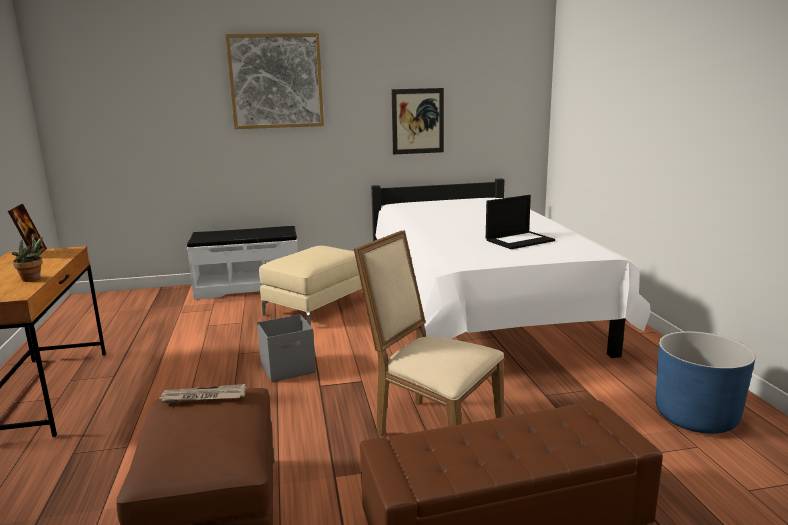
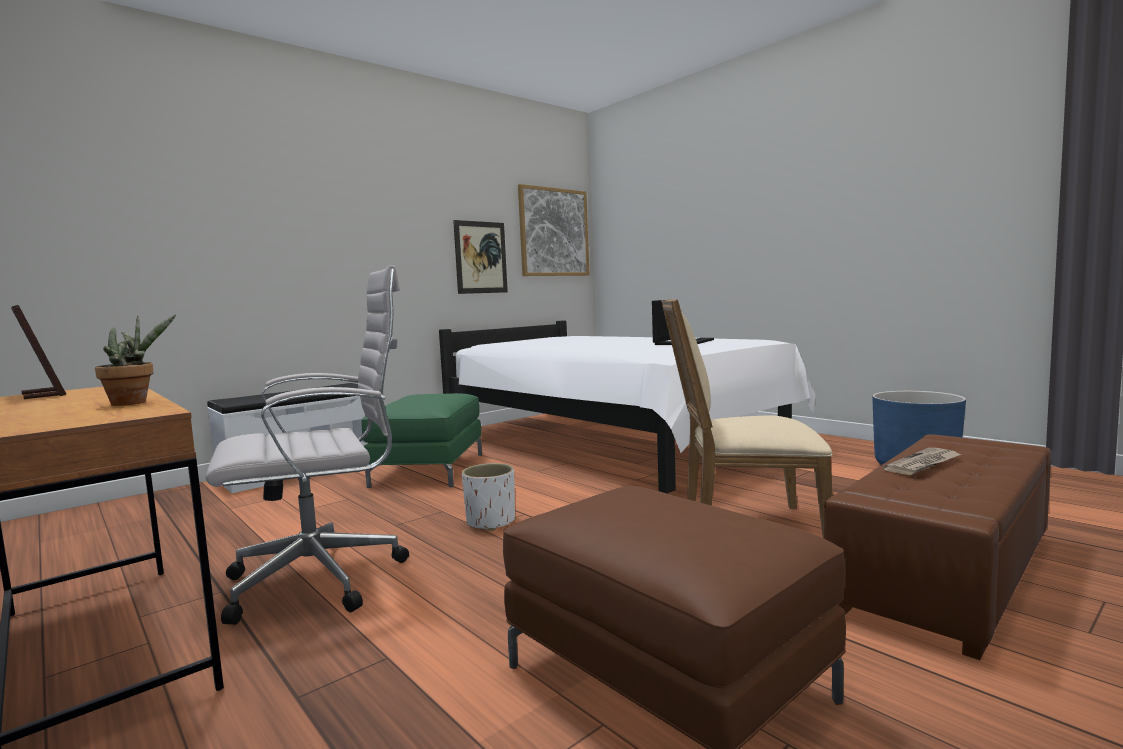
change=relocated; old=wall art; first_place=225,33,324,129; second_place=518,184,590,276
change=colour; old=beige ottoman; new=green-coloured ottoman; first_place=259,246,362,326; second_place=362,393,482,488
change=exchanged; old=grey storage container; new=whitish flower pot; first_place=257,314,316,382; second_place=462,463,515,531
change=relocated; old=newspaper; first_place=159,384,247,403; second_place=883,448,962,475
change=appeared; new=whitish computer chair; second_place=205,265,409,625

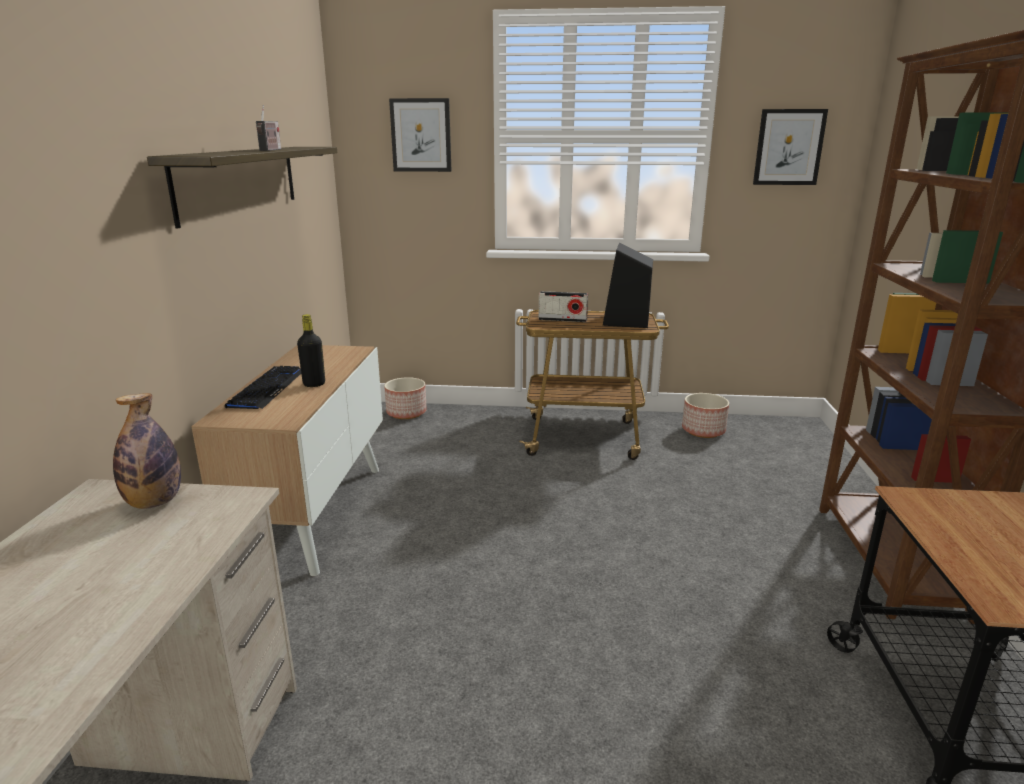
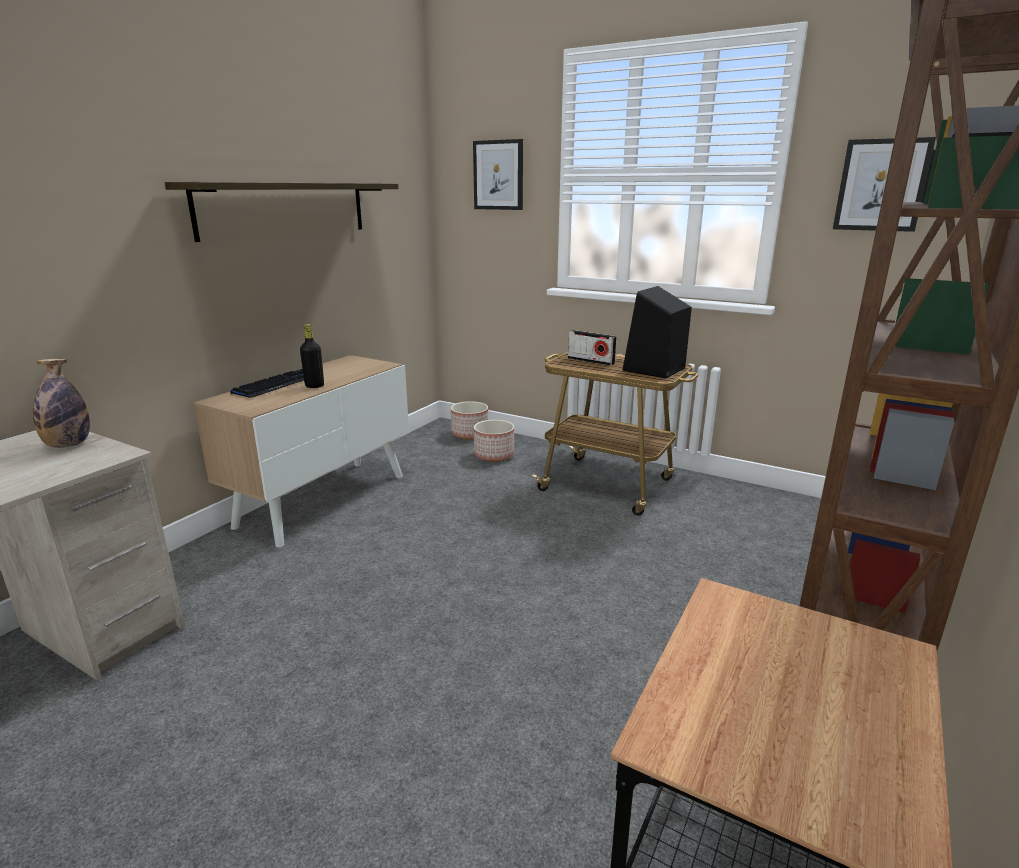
change=missing; old=radio set; first_place=256,105,281,151
change=relocated; old=flower pot; first_place=682,393,729,438; second_place=474,420,514,462

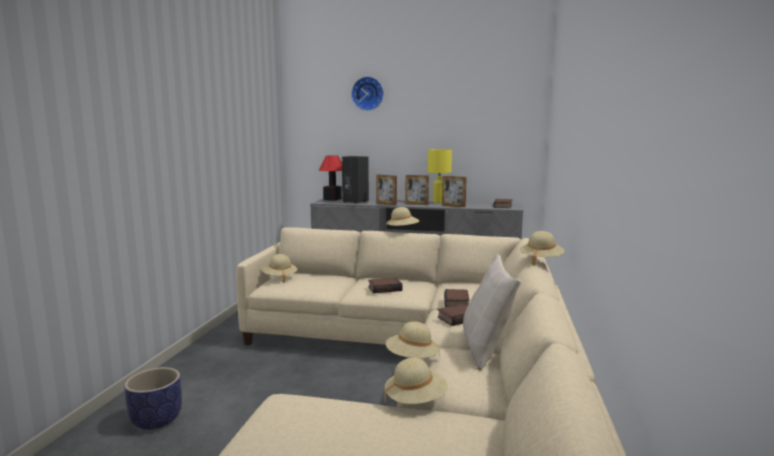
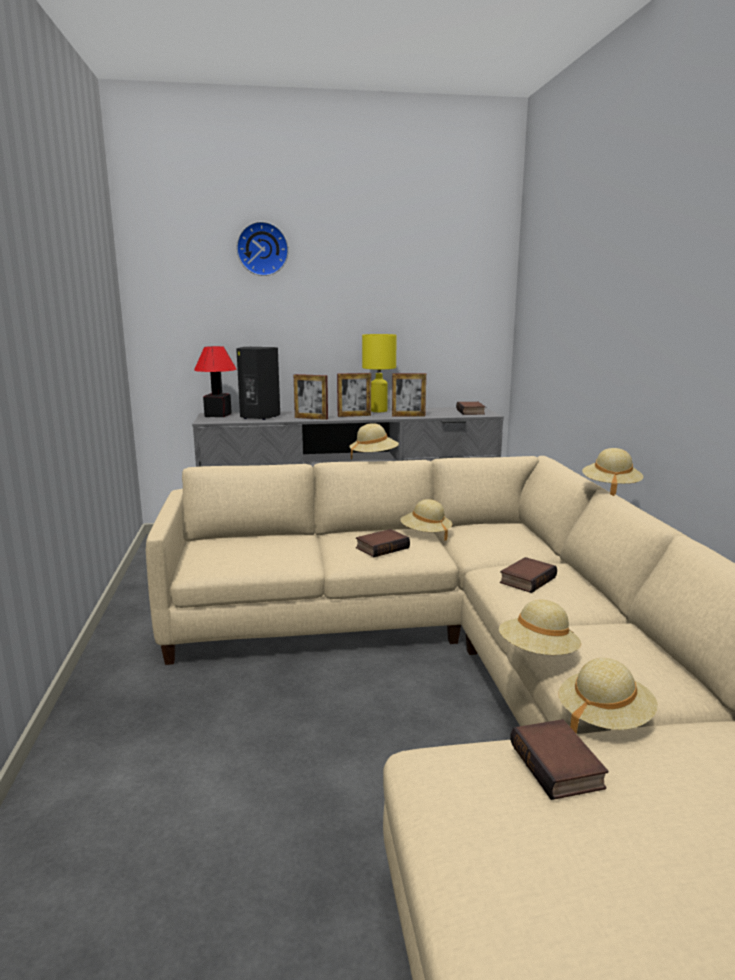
change=relocated; old=beige hat; first_place=262,254,298,283; second_place=400,499,452,541
change=missing; old=beige pillow; first_place=463,254,521,371
change=relocated; old=bound book; first_place=444,289,470,307; second_place=510,719,608,800
change=missing; old=flower pot; first_place=124,367,182,430

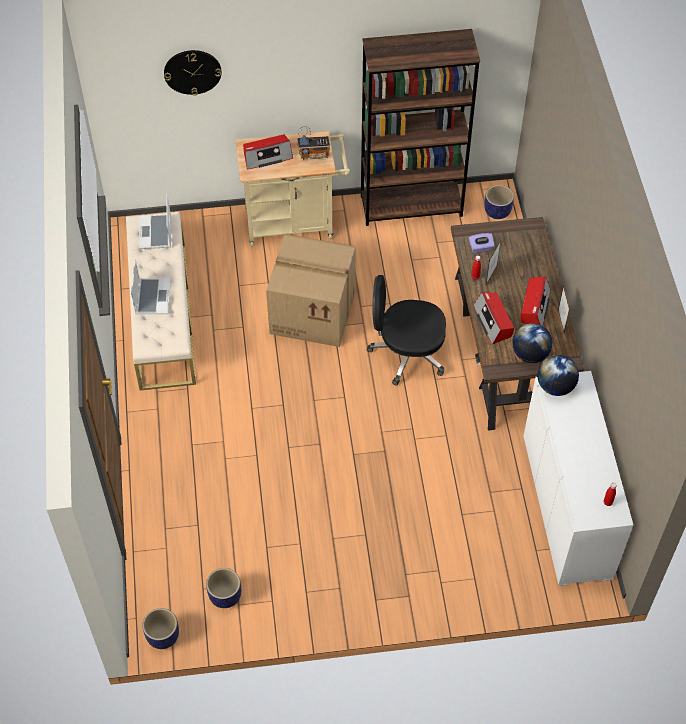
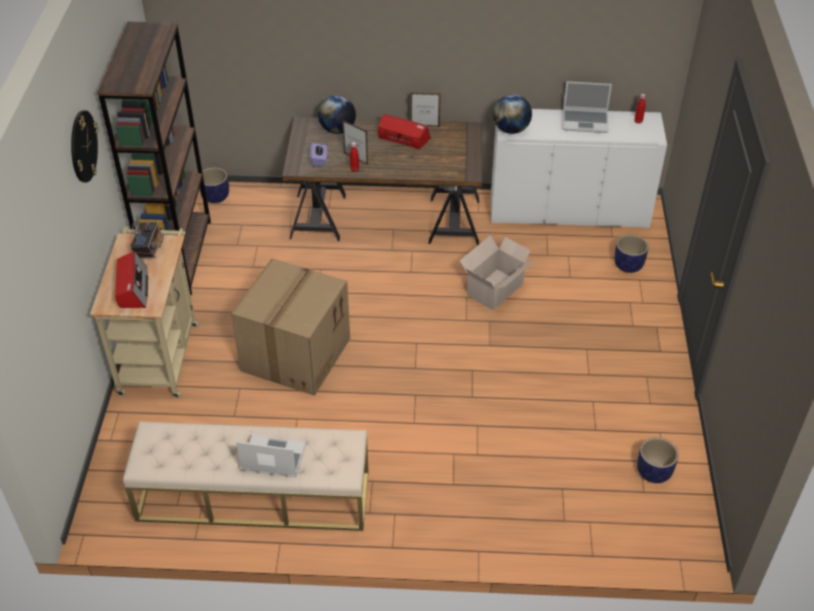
change=relocated; old=clock on the wall; first_place=164,50,222,96; second_place=71,110,98,182
change=relocated; old=notebook computer; first_place=139,194,171,249; second_place=563,81,612,133
change=missing; old=black computer chair; first_place=367,275,446,385
change=missing; old=radio set; first_place=473,292,514,345
change=relocated; old=world globe; first_place=512,323,552,363; second_place=318,95,356,134
change=relocated; old=flower pot; first_place=143,608,179,649; second_place=614,235,648,273
change=appeared; new=packing box; second_place=460,235,535,310

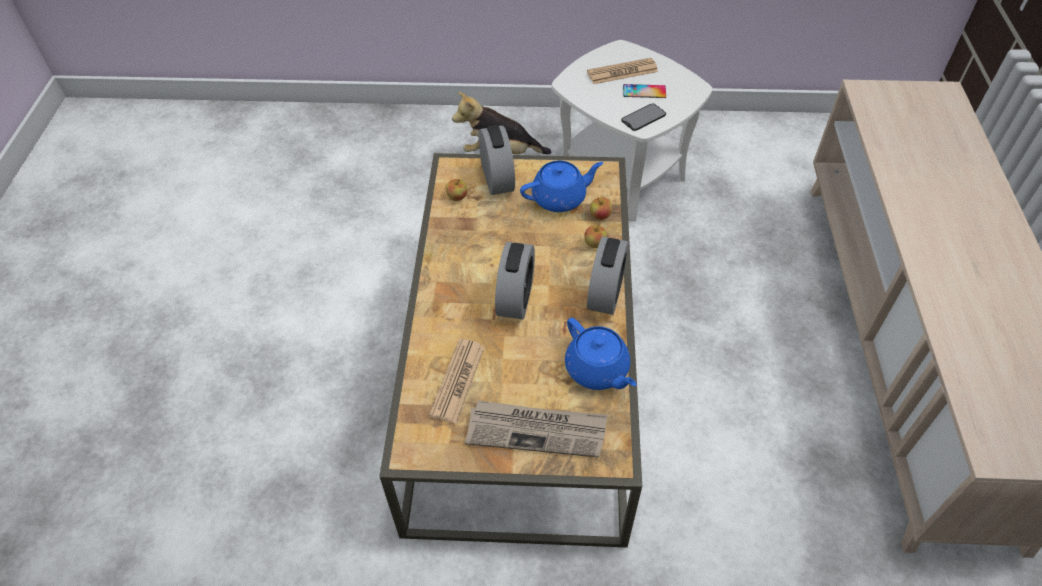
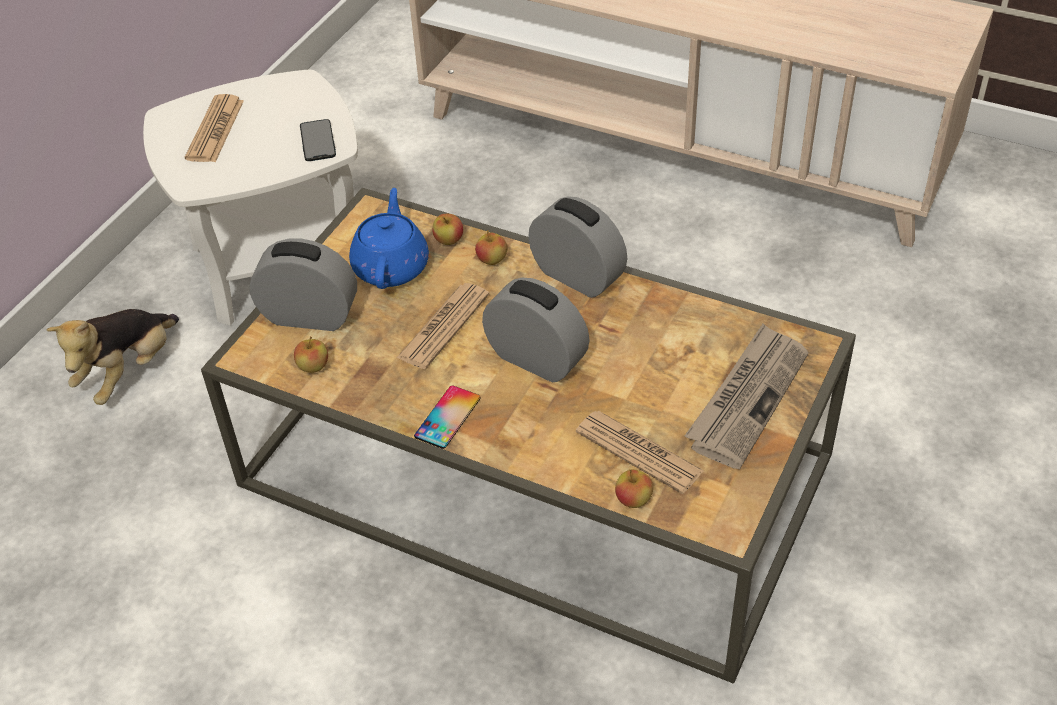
change=relocated; old=phone; first_place=623,84,666,98; second_place=414,385,481,449
change=missing; old=blue pot for tea; first_place=565,318,636,390
change=appeared; new=newspaper; second_place=397,283,489,369
change=appeared; new=apple fruit; second_place=615,469,653,508

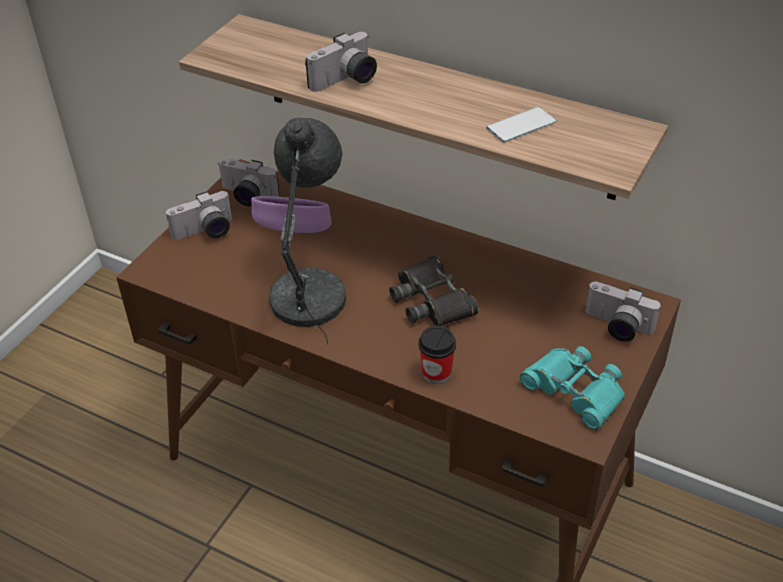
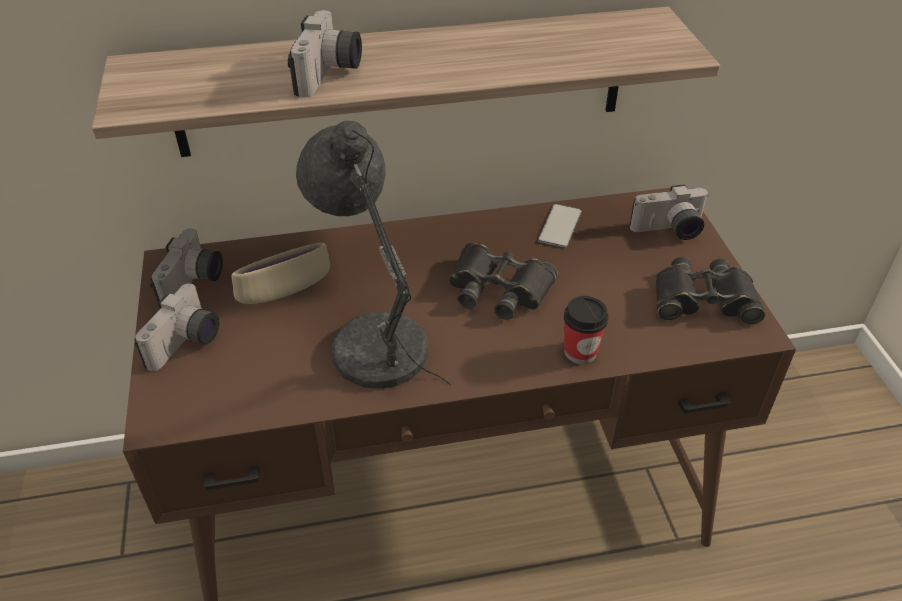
change=relocated; old=phone; first_place=486,107,557,142; second_place=538,204,581,248
change=spun; old=still camera; first_place=217,158,279,206; second_place=150,228,223,302; degrees=-60
change=colour; old=purple-coloured serving bowl; new=beige serving bowl; first_place=251,196,331,233; second_place=231,243,330,304
change=colour; old=turquoise field glasses; new=black field glasses; first_place=520,346,625,430; second_place=655,257,765,324

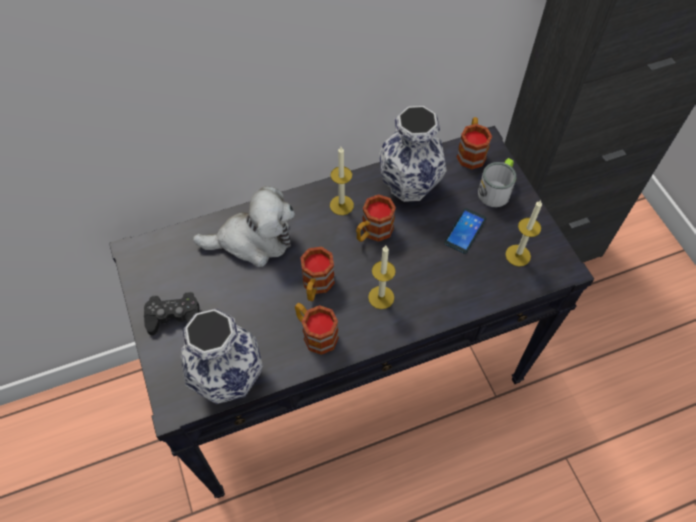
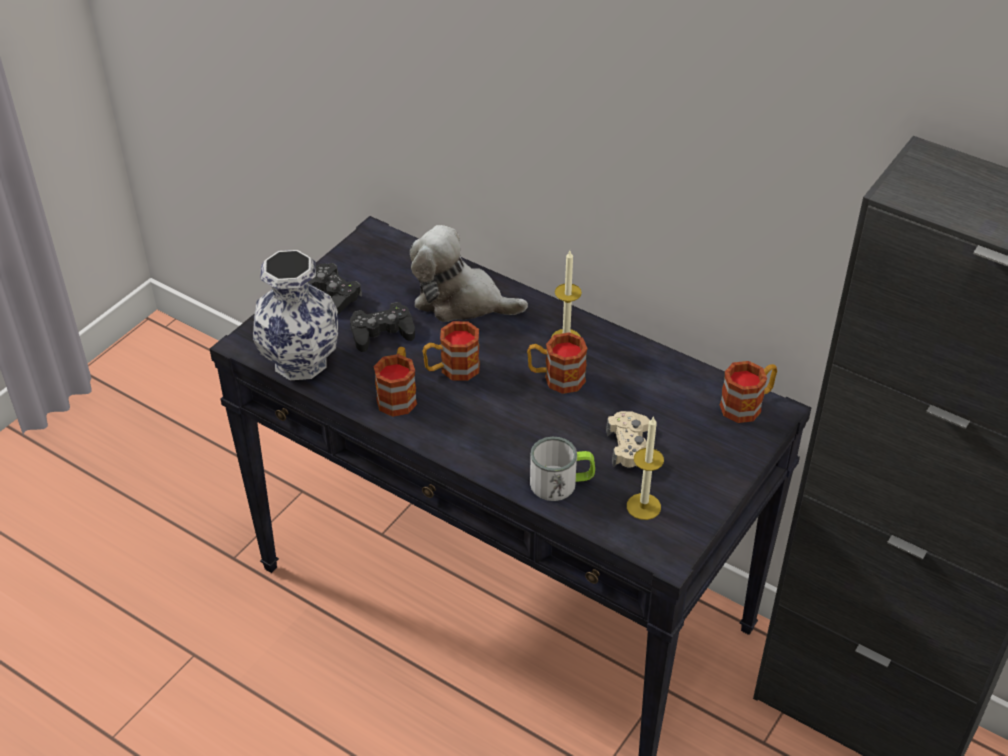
change=missing; old=flower vase; first_place=379,106,447,202
change=relocated; old=tea mug; first_place=478,158,516,207; second_place=530,436,595,501
change=spun; old=cuddly toy; first_place=193,186,295,267; second_place=410,225,528,322; degrees=150
change=exchanged; old=phone; new=beige joypad; first_place=444,208,486,254; second_place=606,411,650,468
change=missing; old=wax candle; first_place=368,246,396,309
change=appeared; new=black joypad; second_place=350,302,415,352

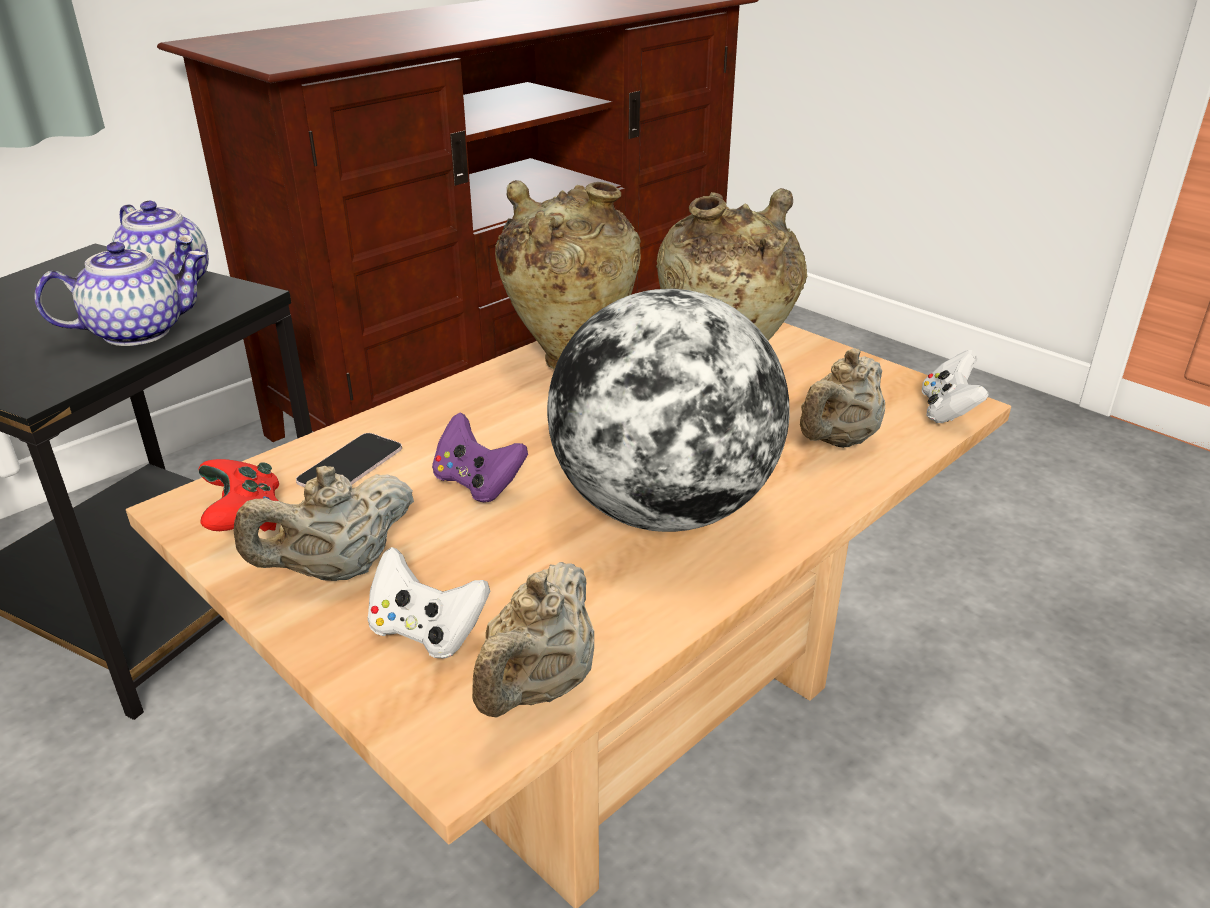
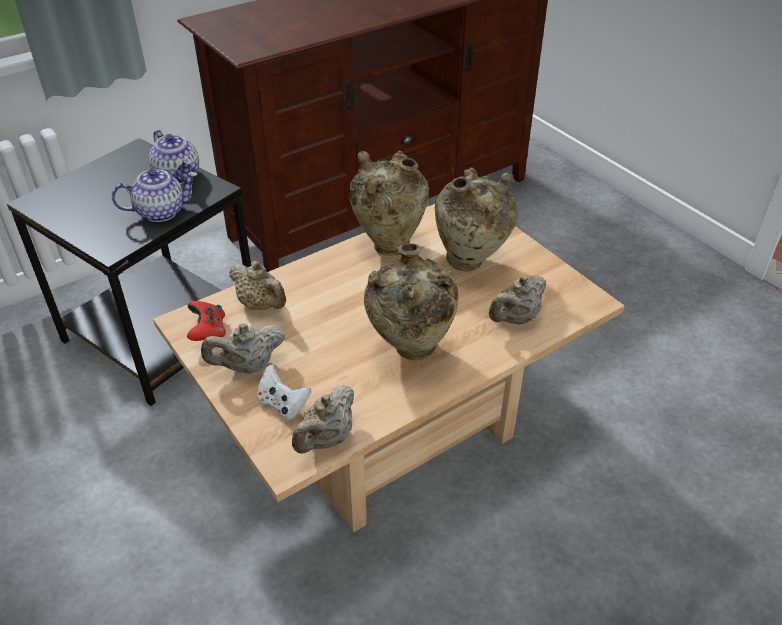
change=exchanged; old=world globe; new=beige flower vase; first_place=547,289,789,532; second_place=364,243,458,360
change=missing; old=whitish joypad; first_place=922,350,989,423
change=missing; old=purple-coloured joypad; first_place=432,412,528,502
change=exchanged; old=phone; new=beige pot for tea; first_place=296,433,402,488; second_place=229,261,286,310

